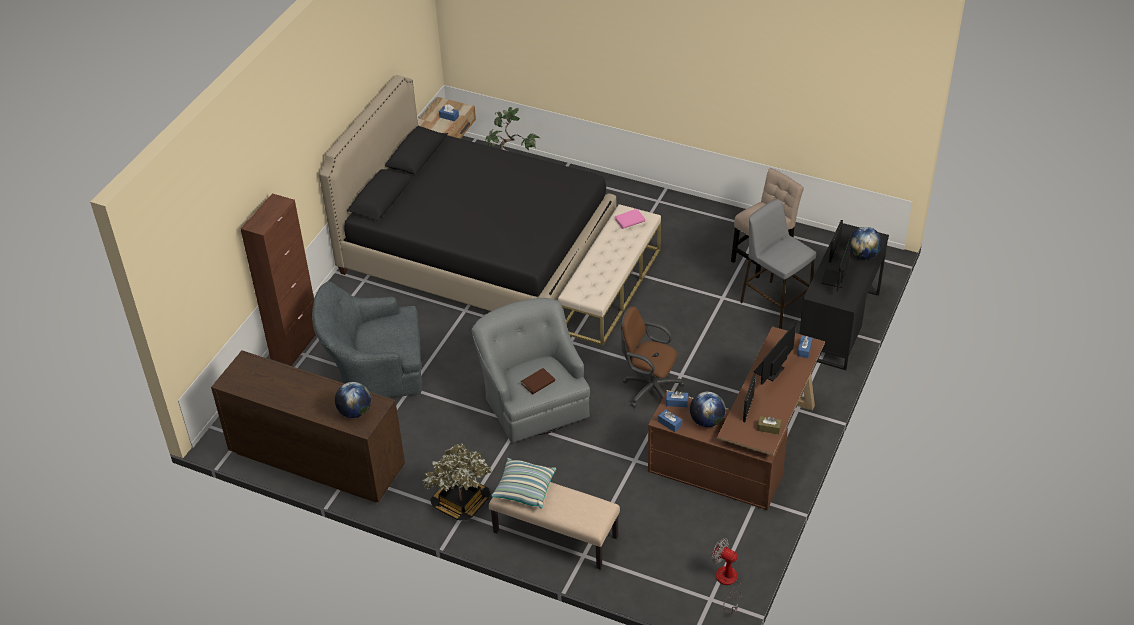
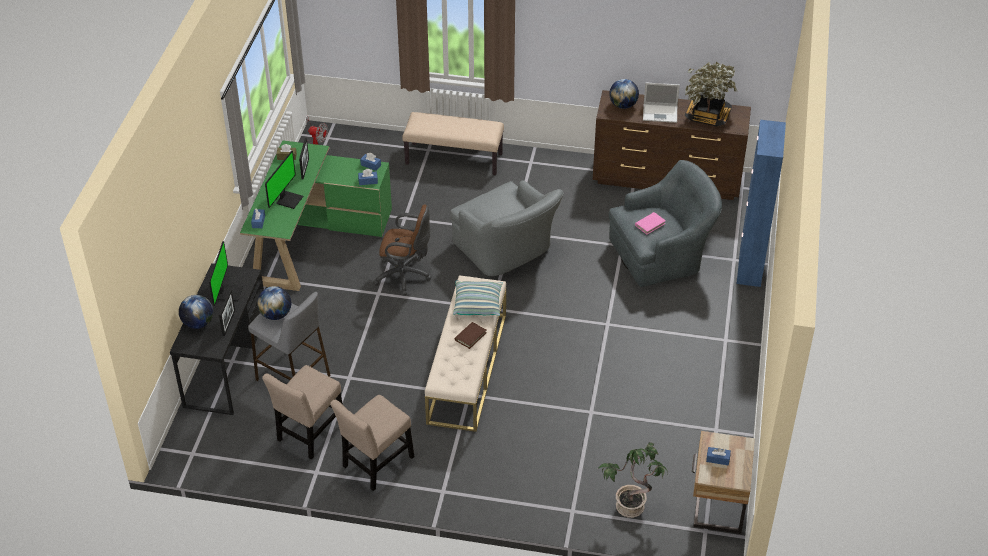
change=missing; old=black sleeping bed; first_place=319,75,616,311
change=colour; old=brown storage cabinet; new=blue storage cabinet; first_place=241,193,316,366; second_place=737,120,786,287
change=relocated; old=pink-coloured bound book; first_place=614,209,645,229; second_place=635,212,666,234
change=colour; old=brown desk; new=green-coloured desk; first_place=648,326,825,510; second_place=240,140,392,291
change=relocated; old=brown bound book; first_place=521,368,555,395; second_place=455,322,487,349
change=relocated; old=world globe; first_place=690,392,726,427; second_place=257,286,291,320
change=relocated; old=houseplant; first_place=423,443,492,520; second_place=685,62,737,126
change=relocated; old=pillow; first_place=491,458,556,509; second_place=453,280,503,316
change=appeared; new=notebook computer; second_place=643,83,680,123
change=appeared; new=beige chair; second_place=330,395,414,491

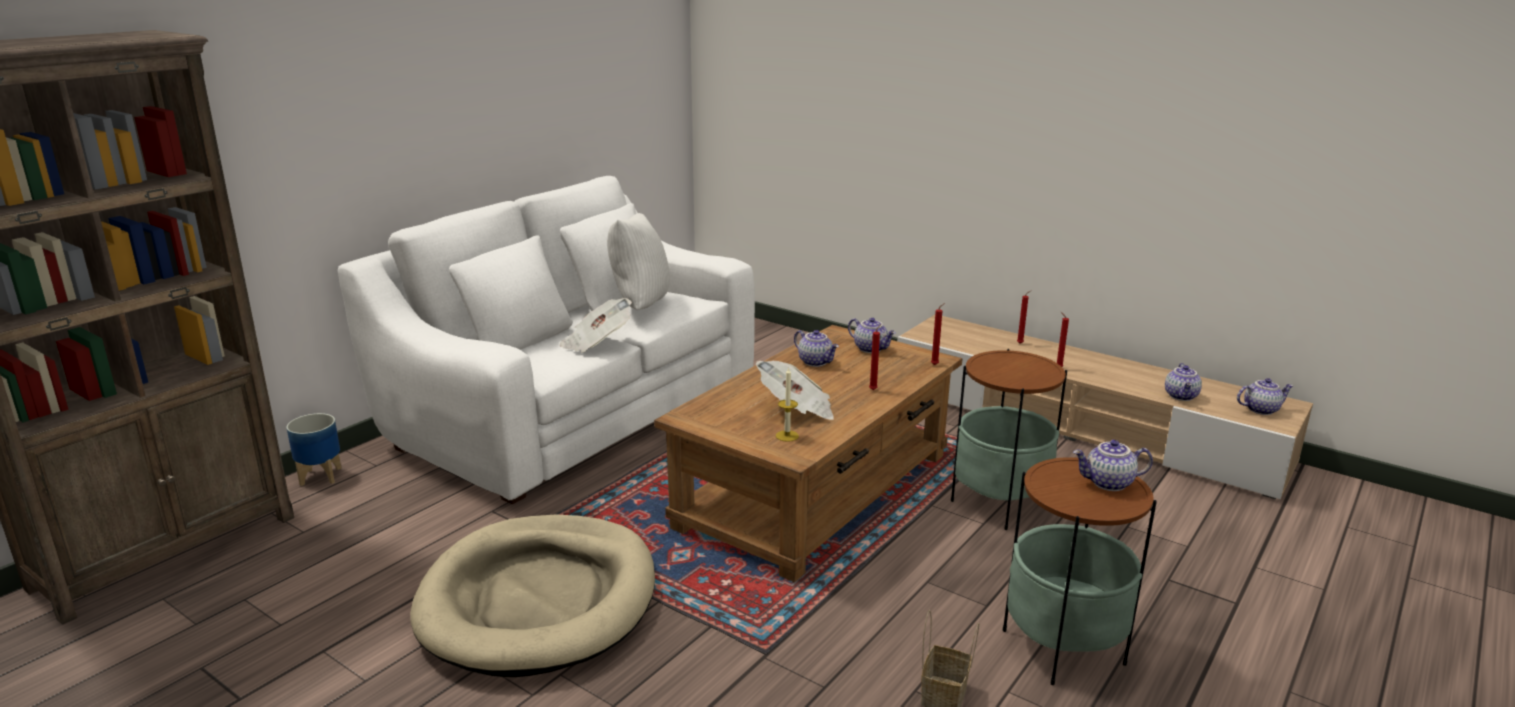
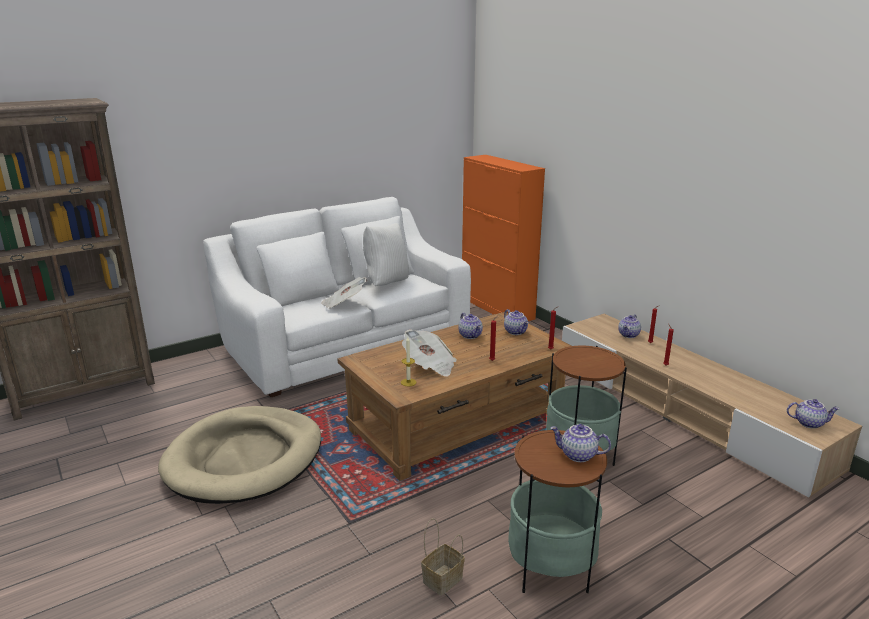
change=relocated; old=pot for tea; first_place=1165,363,1202,401; second_place=618,314,641,338
change=missing; old=flower pot; first_place=287,413,342,486
change=appeared; new=orange-coloured storage cabinet; second_place=462,155,545,321

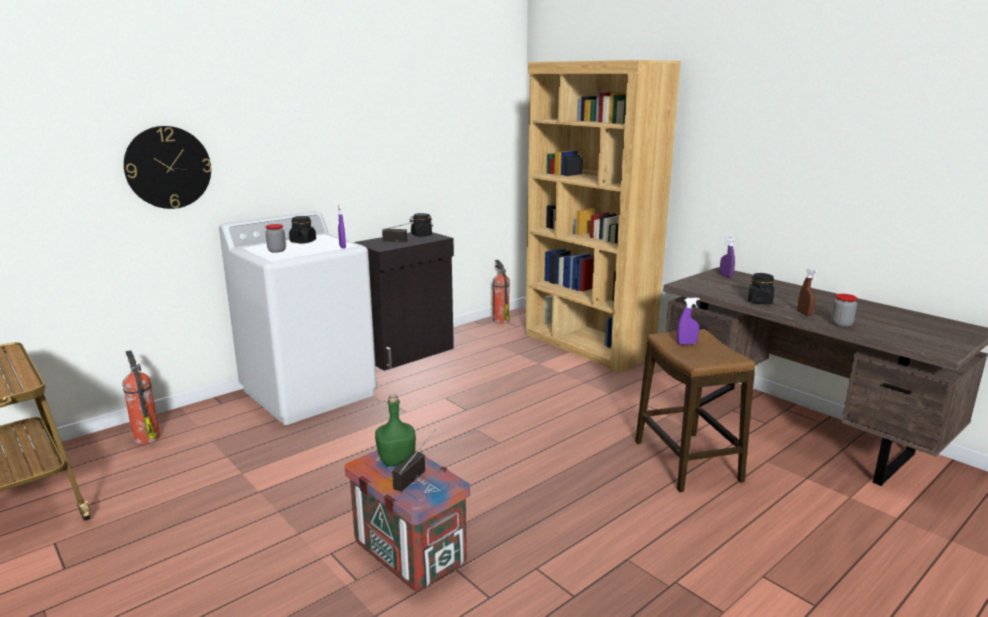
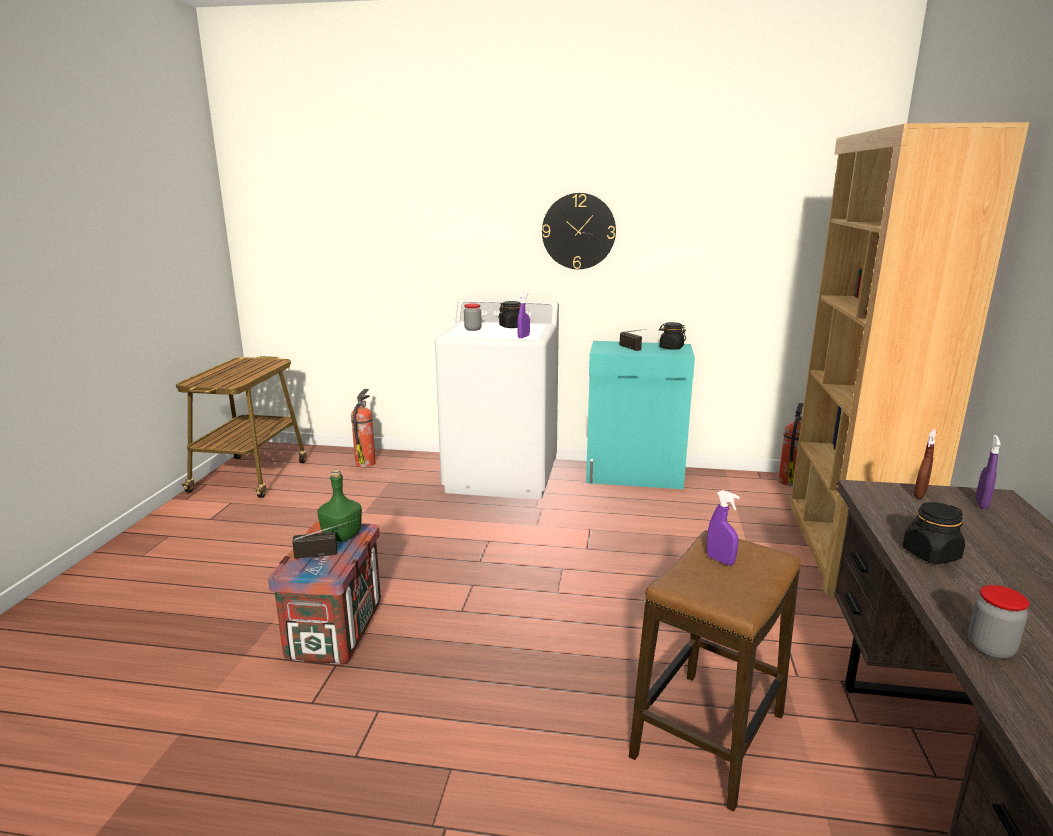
change=relocated; old=clock on the wall; first_place=124,126,212,209; second_place=542,193,616,269
change=colour; old=black storage cabinet; new=turquoise storage cabinet; first_place=354,232,454,371; second_place=586,341,695,489
change=relocated; old=brown spray bottle; first_place=798,268,817,316; second_place=914,429,936,499

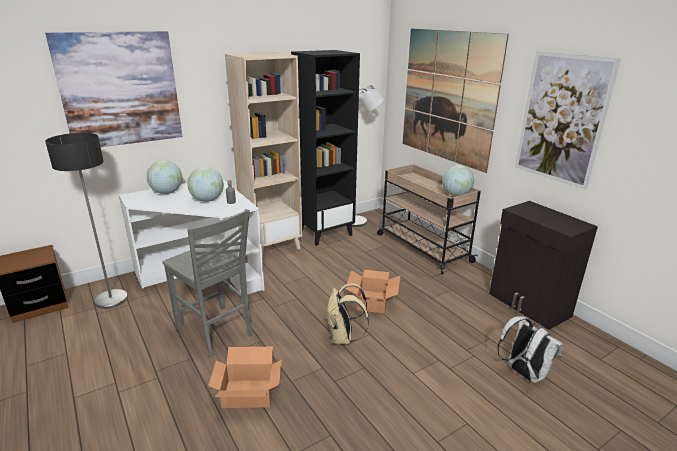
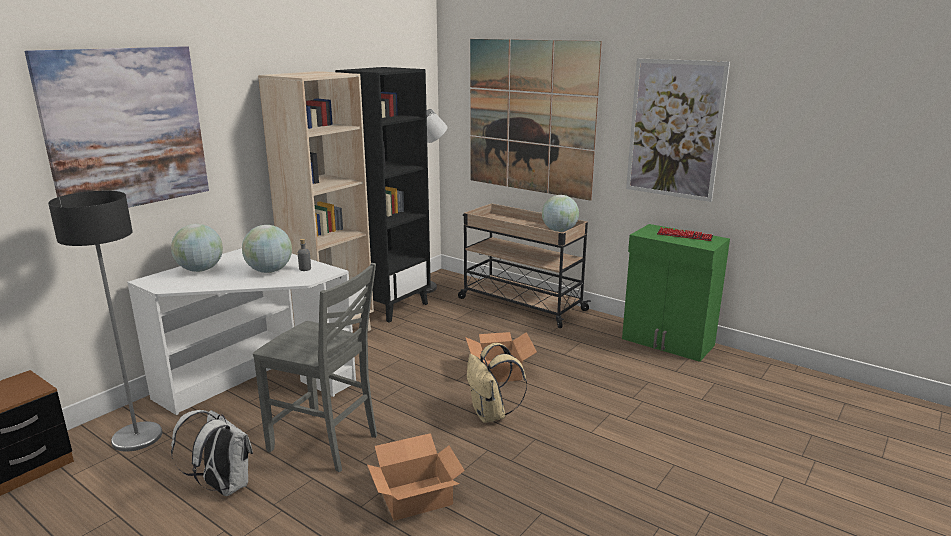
change=colour; old=black storage cabinet; new=green-coloured storage cabinet; first_place=489,201,598,330; second_place=622,224,730,362
change=relocated; old=whitish rucksack; first_place=497,316,563,383; second_place=171,410,253,496
change=appeared; new=computer keyboard; second_place=657,227,713,241

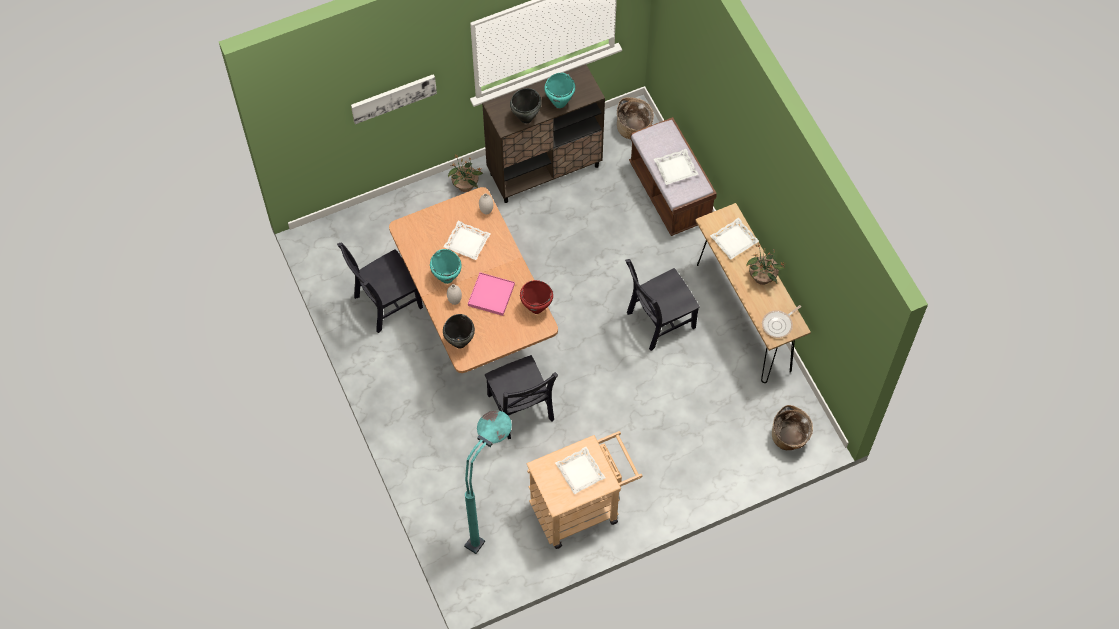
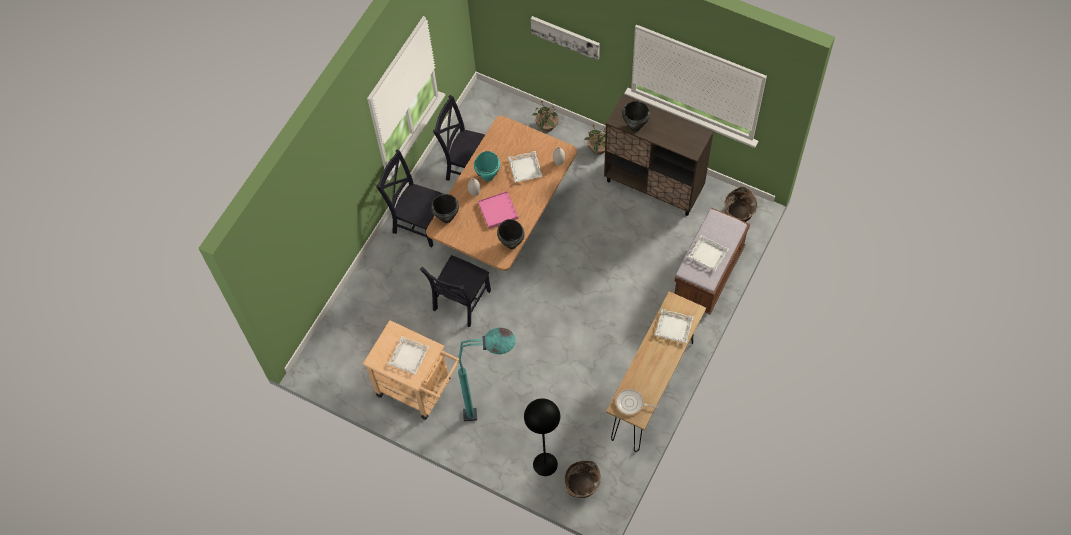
change=missing; old=turquoise cooking pot; first_place=544,73,575,108
change=relocated; old=houseplant; first_place=746,244,786,285; second_place=532,100,558,132
change=relocated; old=black chair; first_place=625,259,700,351; second_place=376,149,443,247
change=colour; old=reddish cooking pot; new=black cooking pot; first_place=520,280,553,314; second_place=497,219,525,249
change=relocated; old=turquoise floor lamp; first_place=464,410,512,554; second_place=458,328,516,422
change=appeared; new=black floor lamp; second_place=524,398,560,476

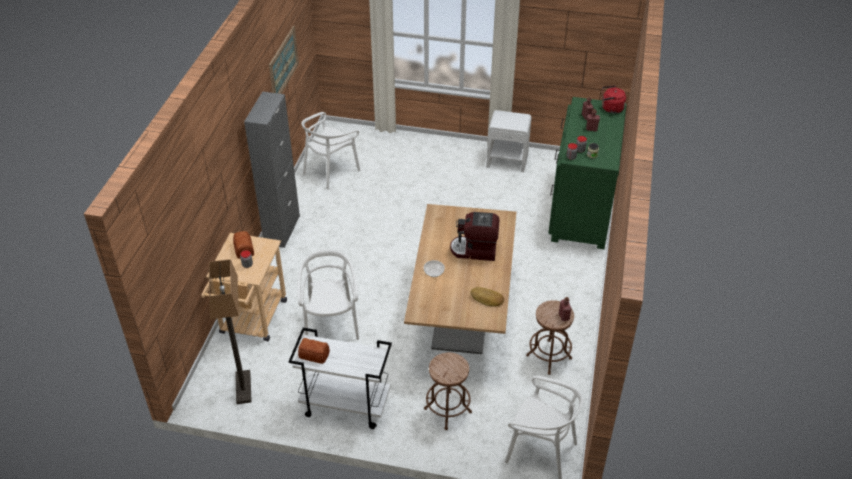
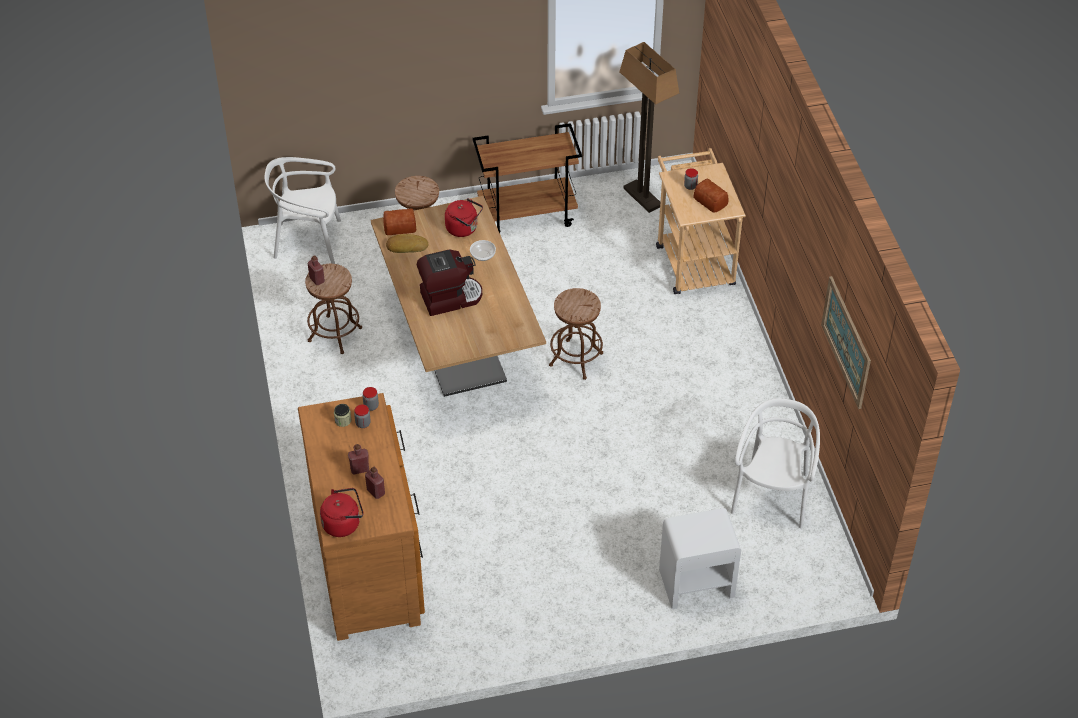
change=missing; old=grey storage cabinet; first_place=244,91,300,248
change=colour; old=green-coloured chest of drawers; new=brown chest of drawers; first_place=548,97,627,249; second_place=298,393,425,641
change=relocated; old=whitish nightstand; first_place=486,110,532,172; second_place=659,508,741,609
change=missing; old=whitish chair; first_place=297,250,359,340
change=colour; old=whitish trolley; new=brown trolley; first_place=289,328,392,429; second_place=472,123,582,233
change=relocated; old=bakery bread; first_place=298,338,330,364; second_place=383,209,416,235
change=appeared; new=reddish tea kettle; second_place=445,198,483,237
change=appeared; new=brown sitting stool; second_place=549,288,603,380

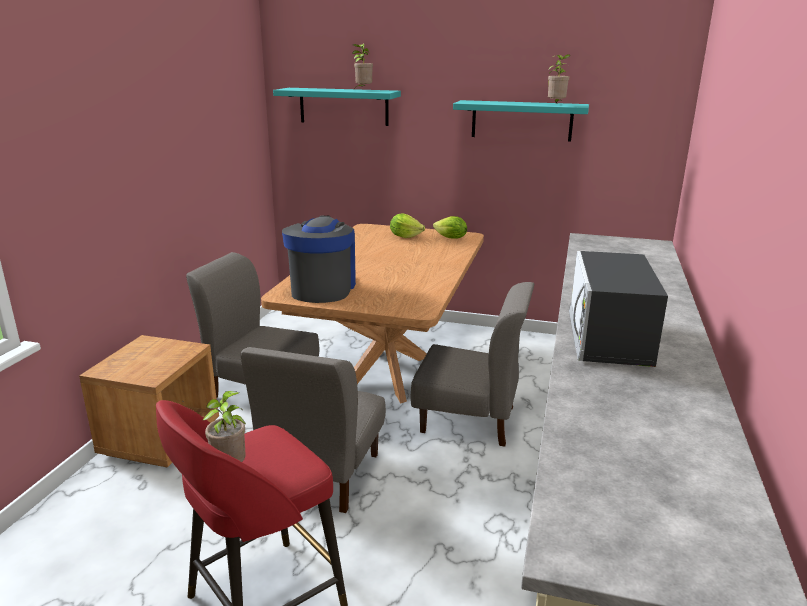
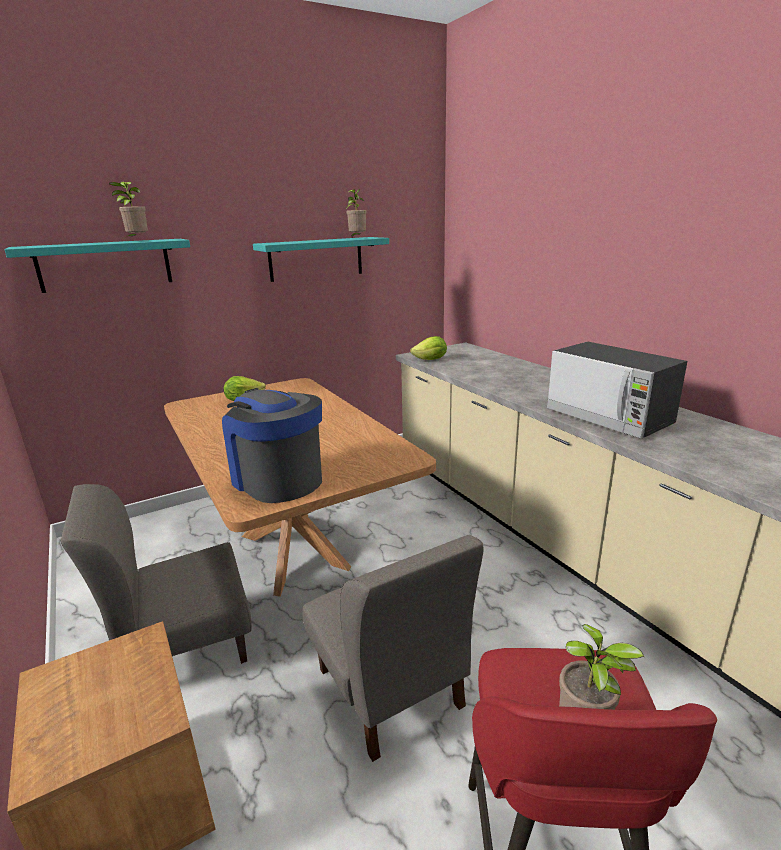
change=relocated; old=head of lettuce; first_place=433,216,467,239; second_place=410,336,447,360
change=missing; old=grey chair; first_place=410,282,534,447

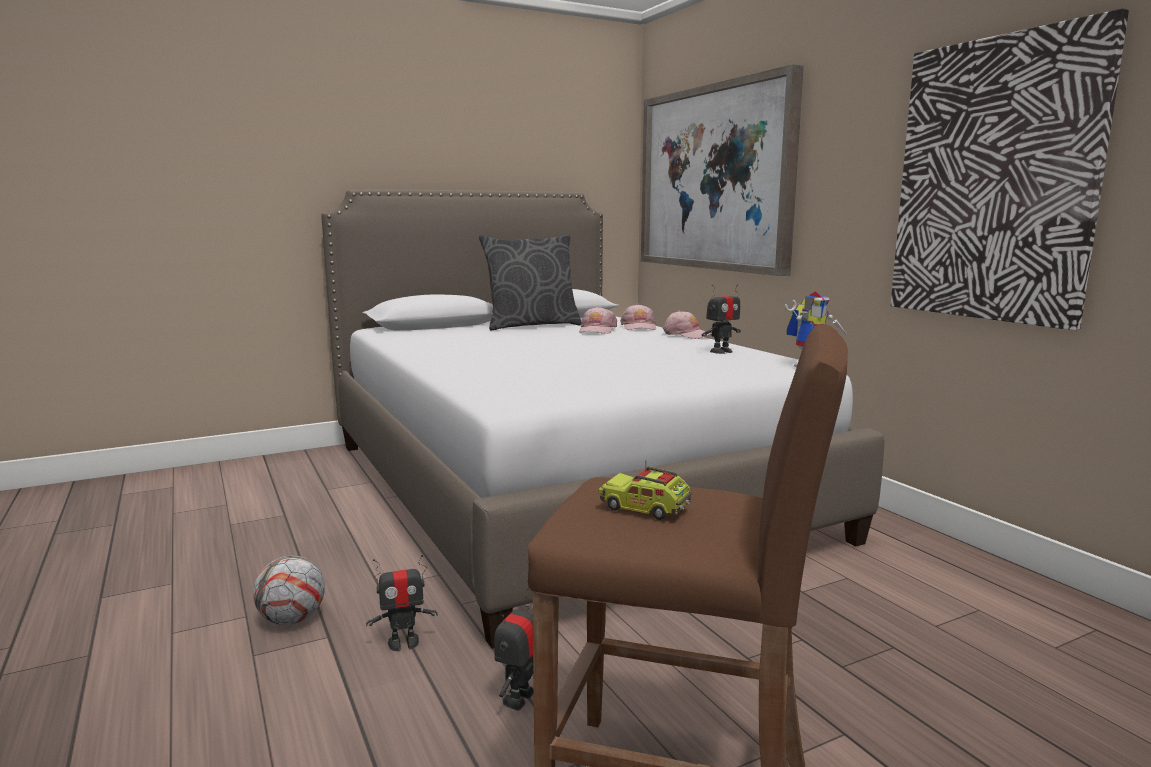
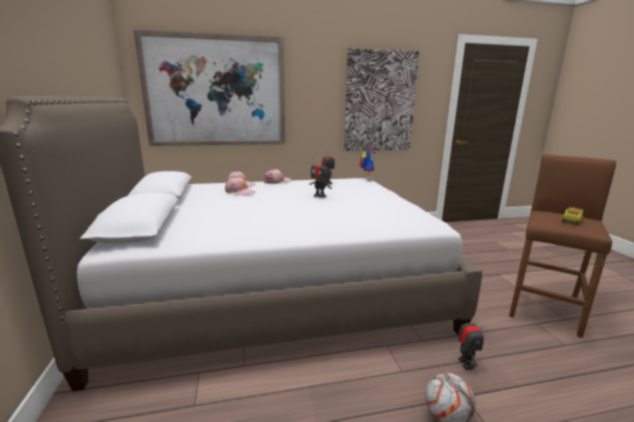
change=missing; old=grey pillow; first_place=479,234,581,331
change=relocated; old=toy robot; first_place=494,588,534,711; second_place=309,157,332,198

